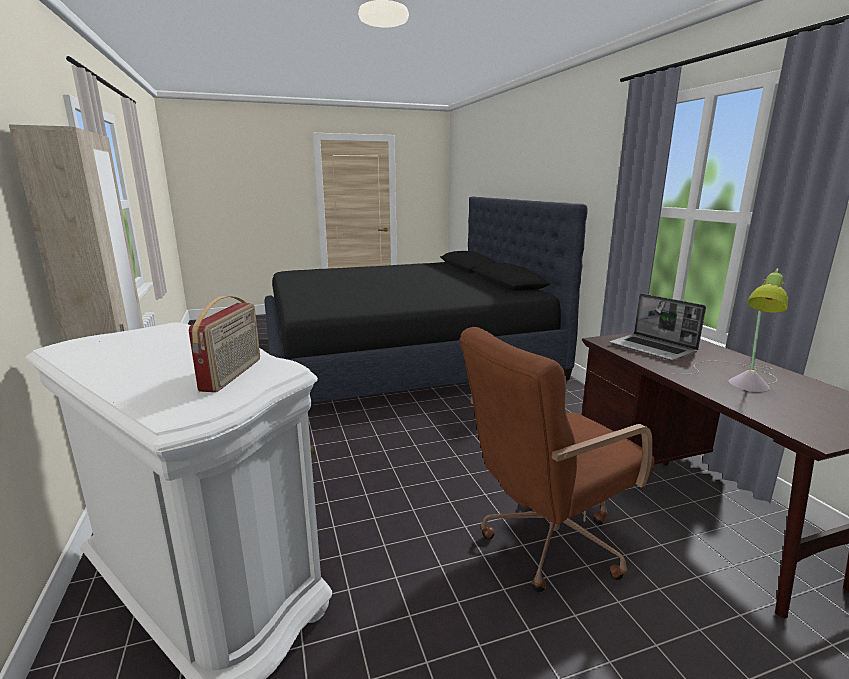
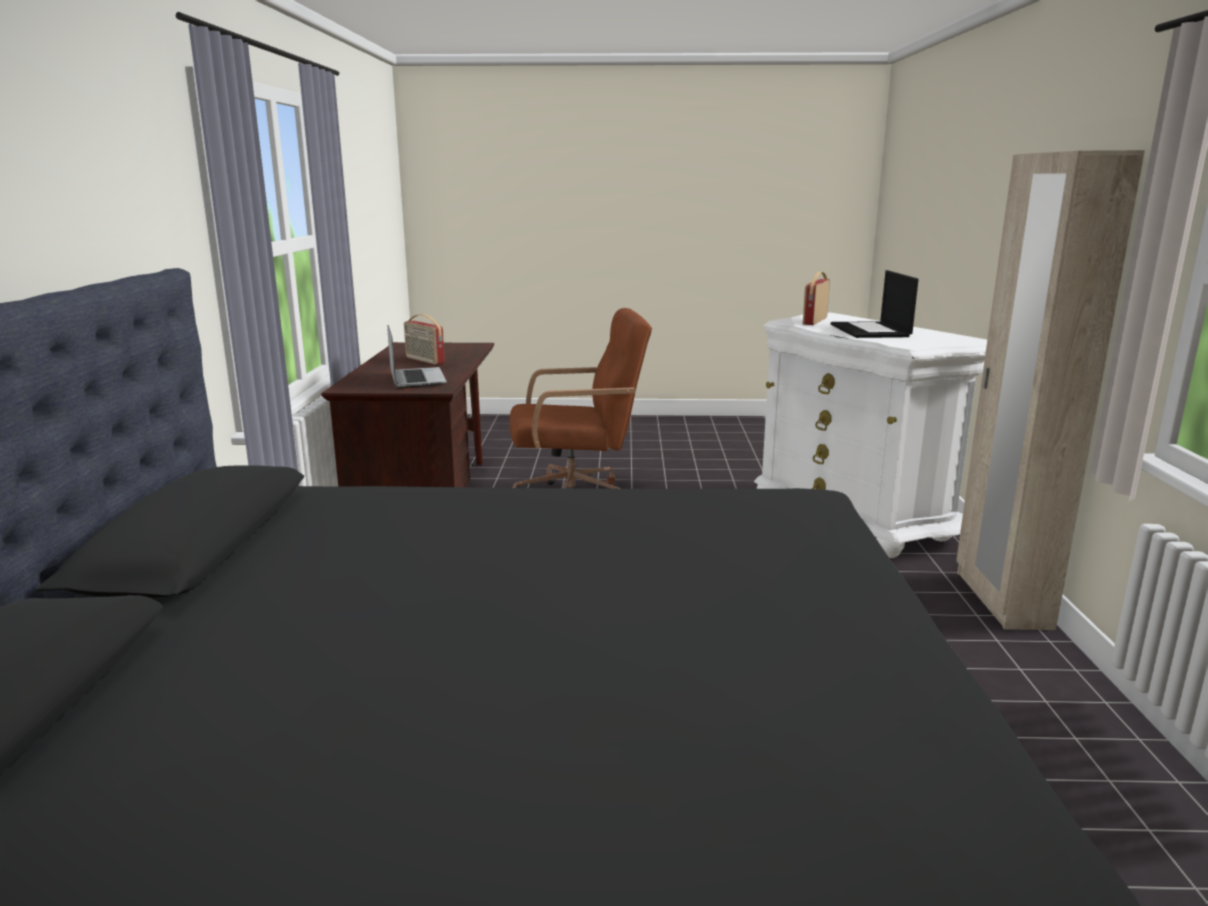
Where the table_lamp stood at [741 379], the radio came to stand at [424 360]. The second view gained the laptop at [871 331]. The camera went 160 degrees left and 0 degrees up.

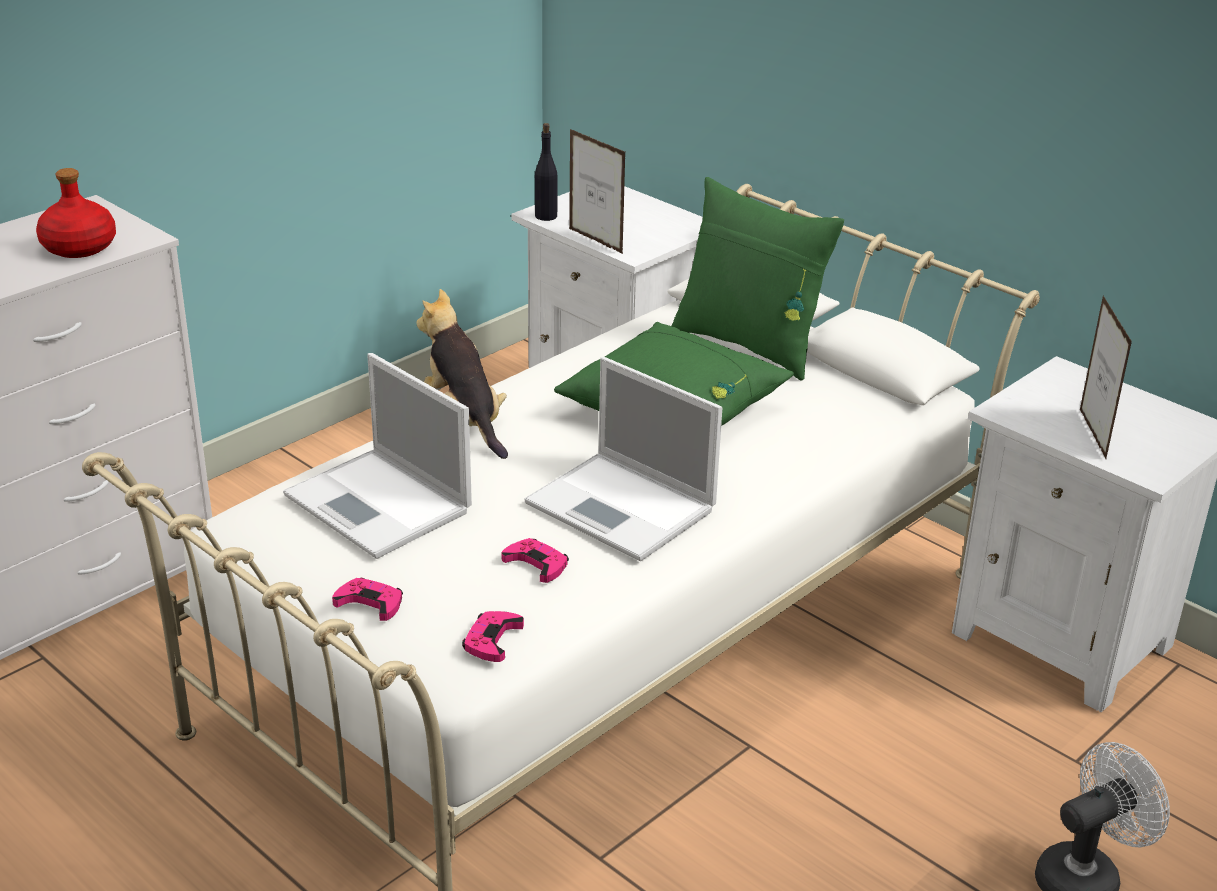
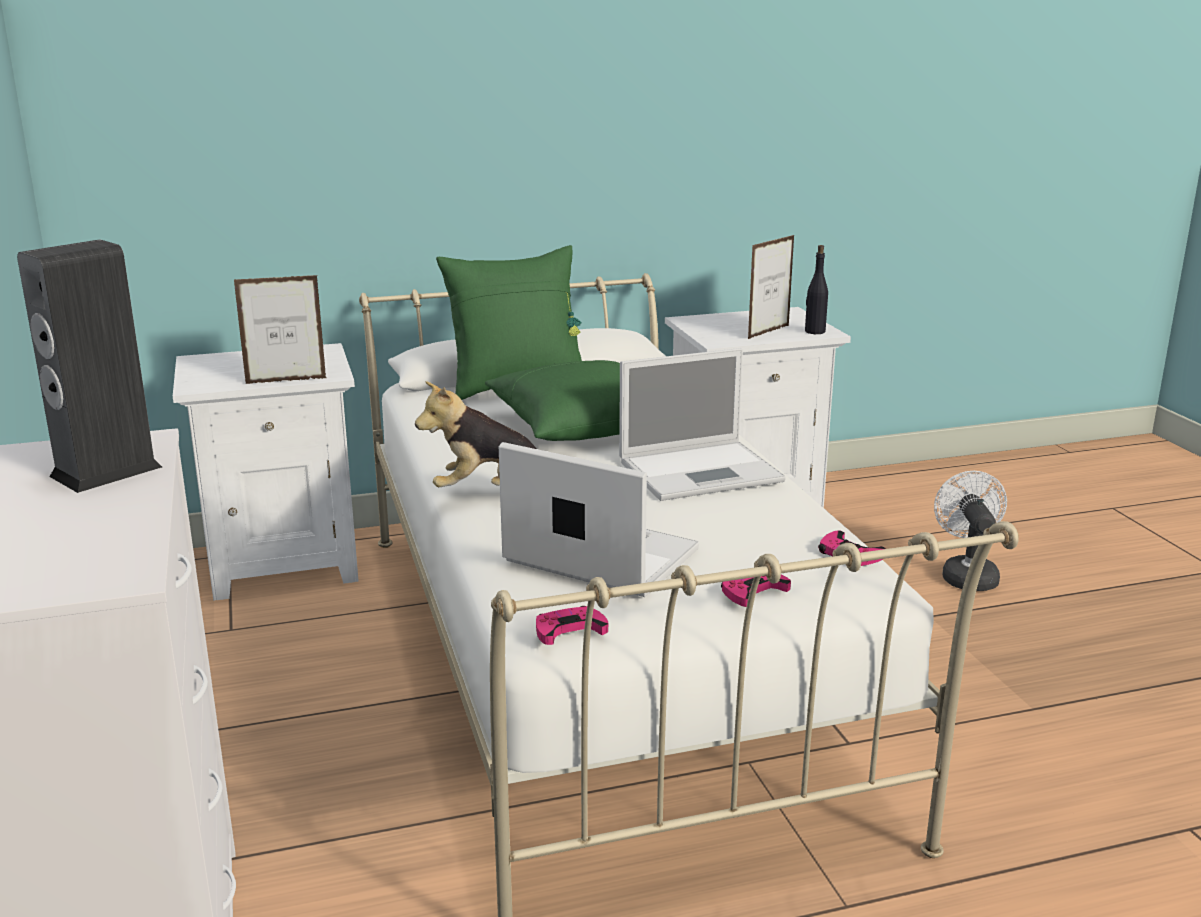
Where the red_bottle stood at [79 247], the speaker came to stand at [106 471]. The laptop at [380 504] ended up facing another way, 135 degrees counterclockwise from before. The pink_game_controller ended up elsewhere, having gone from [536 564] to [569 630]. The picture_frame at [1092 434] ended up facing another way, 75 degrees counterclockwise from before. The black_bottle ended up elsewhere, having gone from [546 216] to [814 331]. The camera went 60 degrees left and 10 degrees down.

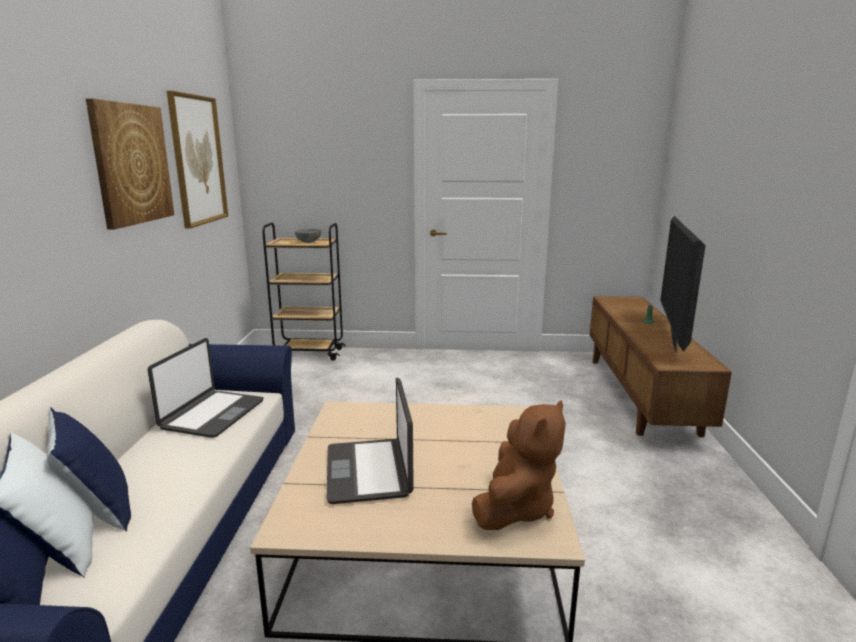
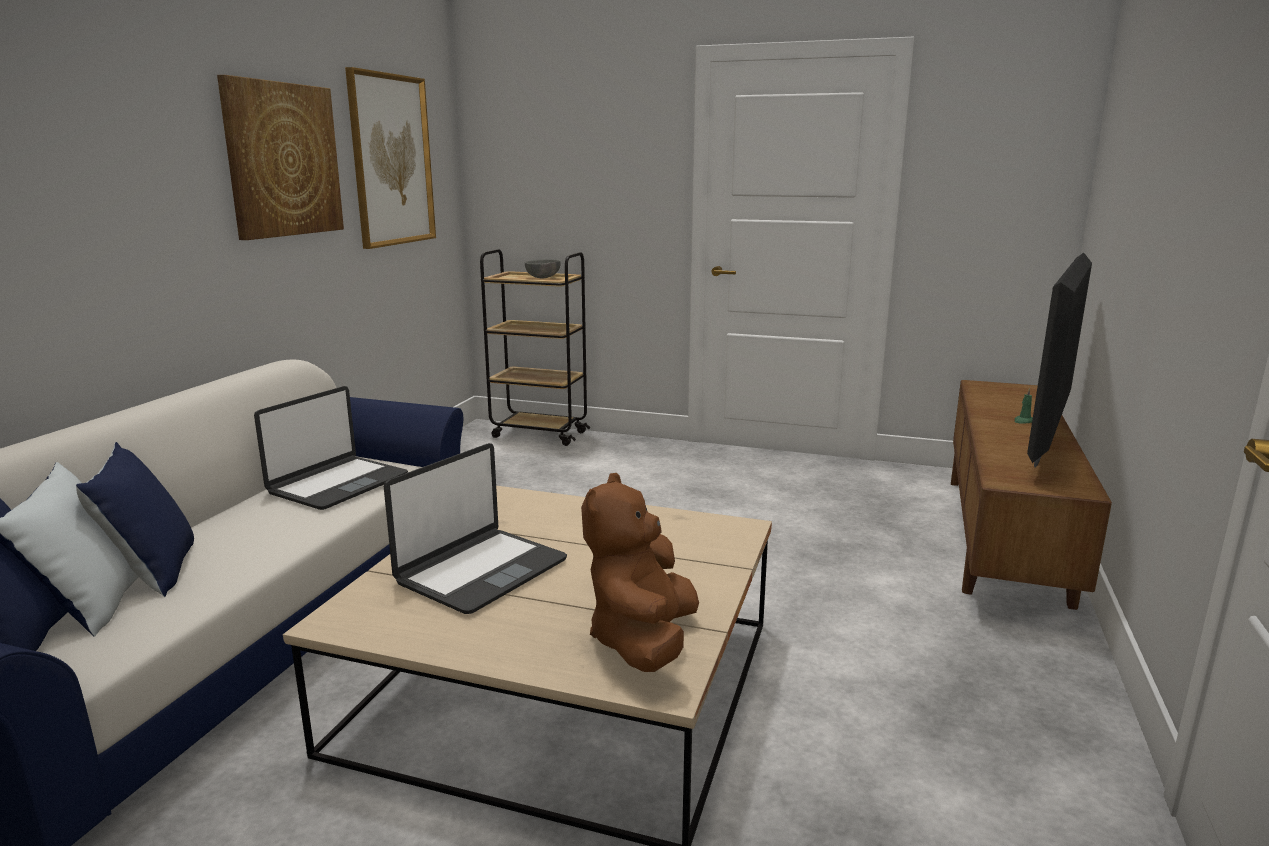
The laptop at [369 471] ended up facing another way, 150 degrees counterclockwise from before. The brown_plush_toy at [516 508] ended up facing another way, 150 degrees clockwise from before. The camera went 15 degrees right and 0 degrees up.

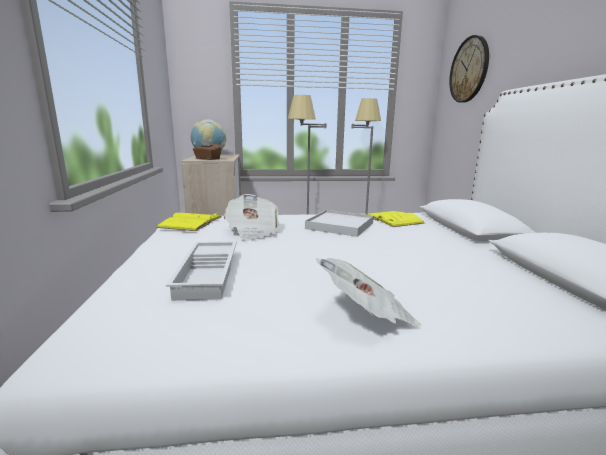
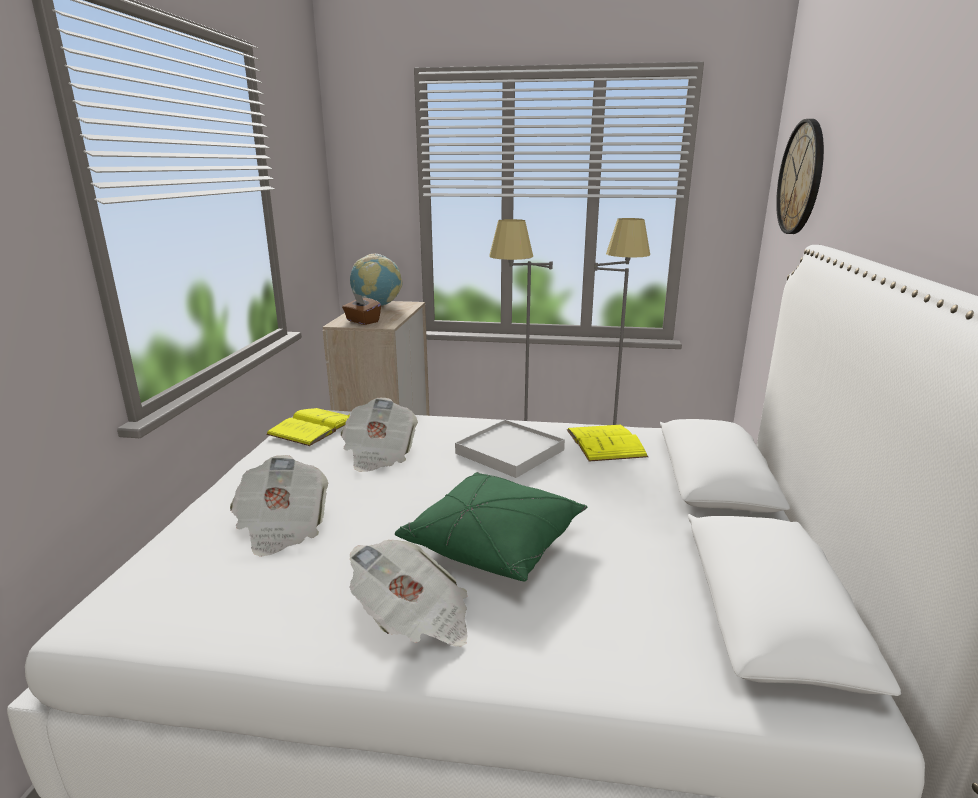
Where the white_tray stood at [209 274], the newspaper came to stand at [282 527]. The second view gained the green_pillow at [494 543]. The camera went 15 degrees right and 5 degrees up.

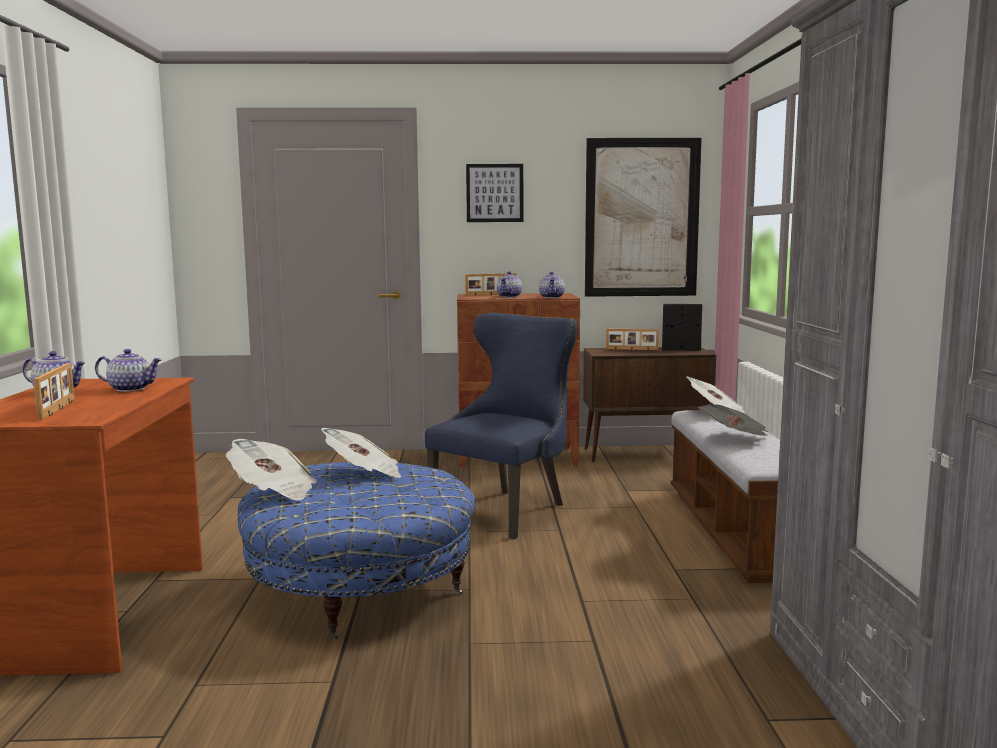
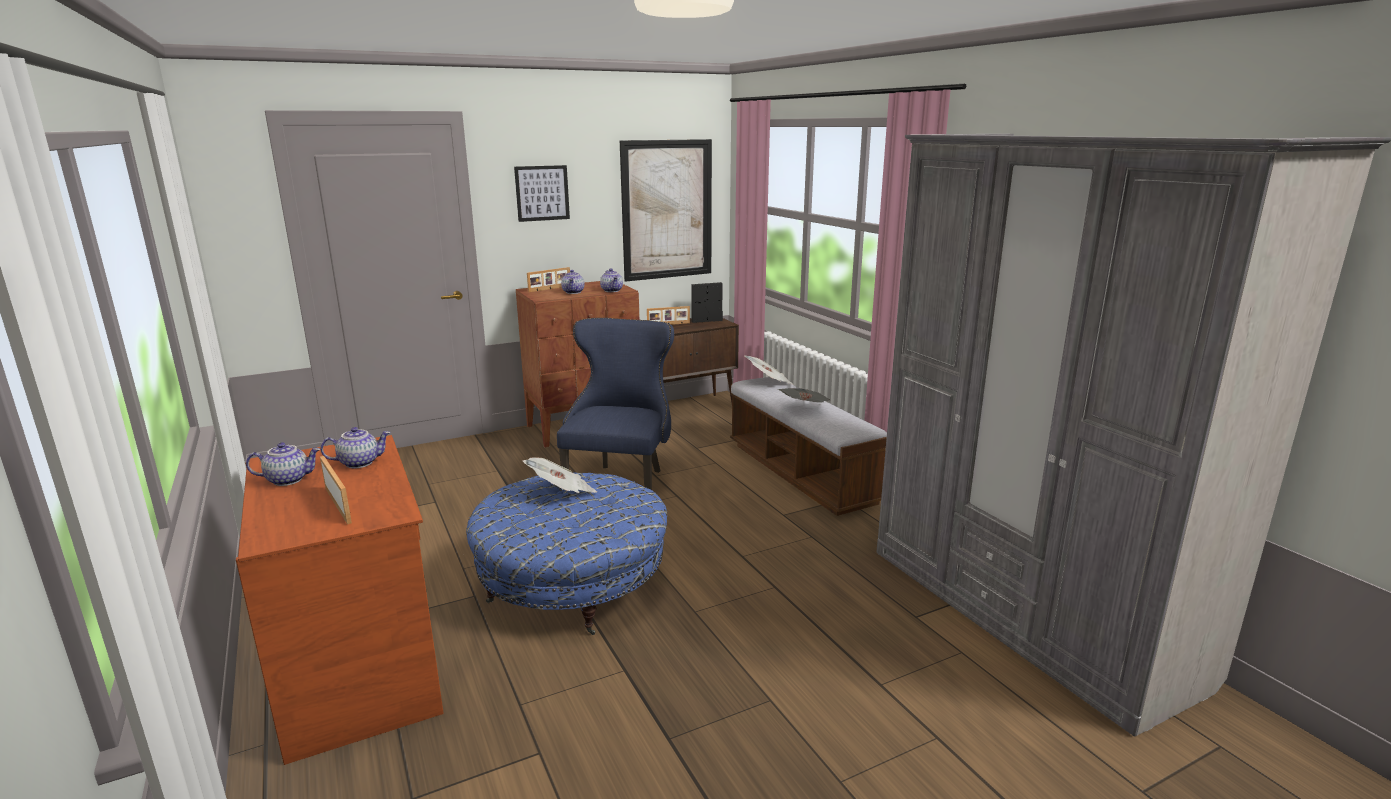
The second view lost the newspaper at [274 491]. The camera went 25 degrees left and 10 degrees up.

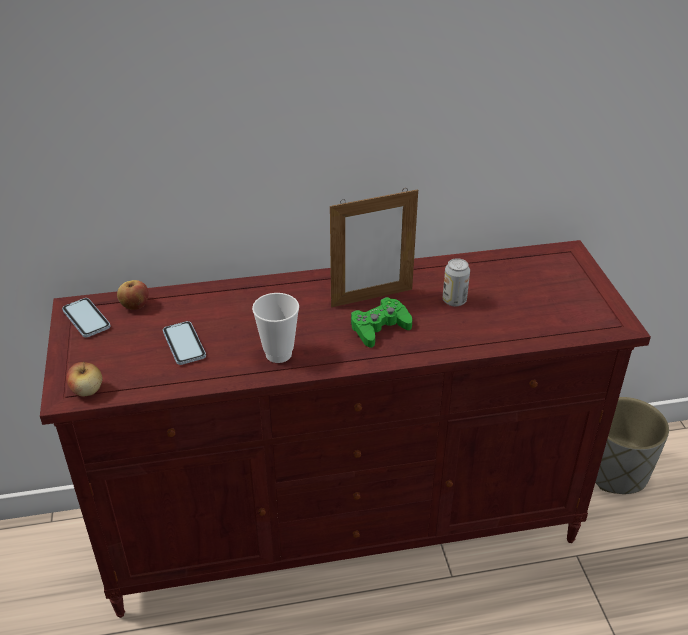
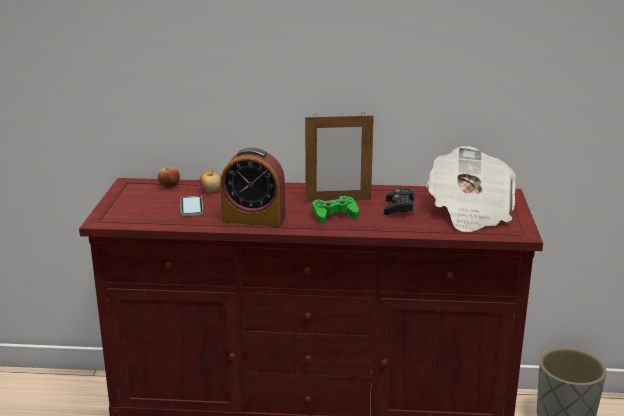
The apple ended up elsewhere, having gone from [87 390] to [211 191]. Where the cup stood at [278 354], the alarm_clock came to stand at [253 219]. Where the can stood at [454 300], the black_game_controller came to stand at [399 208]. The second view gained the newspaper at [470 212]. The second view lost the phone at [86 319]. The camera went 15 degrees right and 15 degrees down.

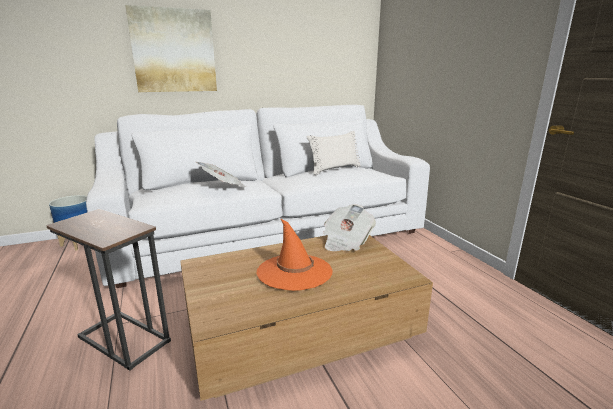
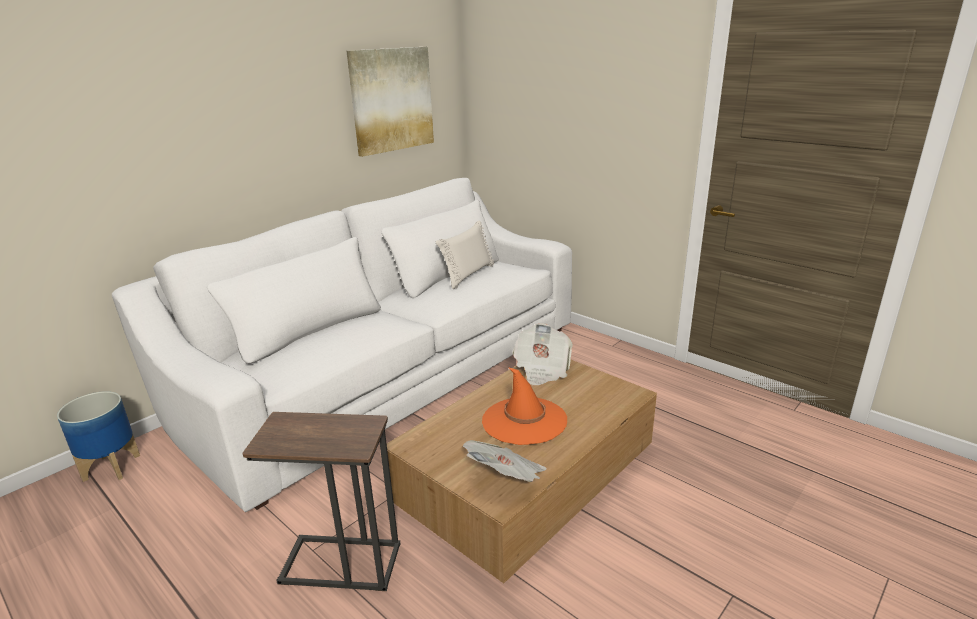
The picture ended up elsewhere, having gone from [174 51] to [391 100]. The newspaper ended up elsewhere, having gone from [223 186] to [506 478]. The camera went 25 degrees left and 5 degrees up.

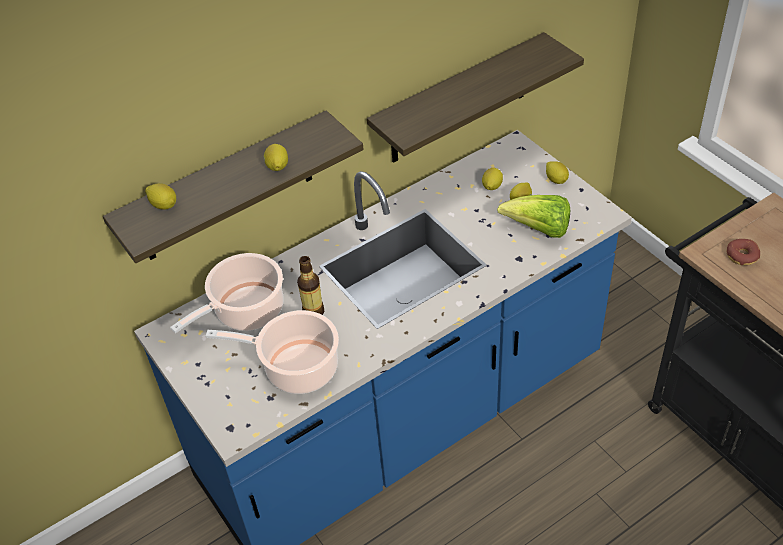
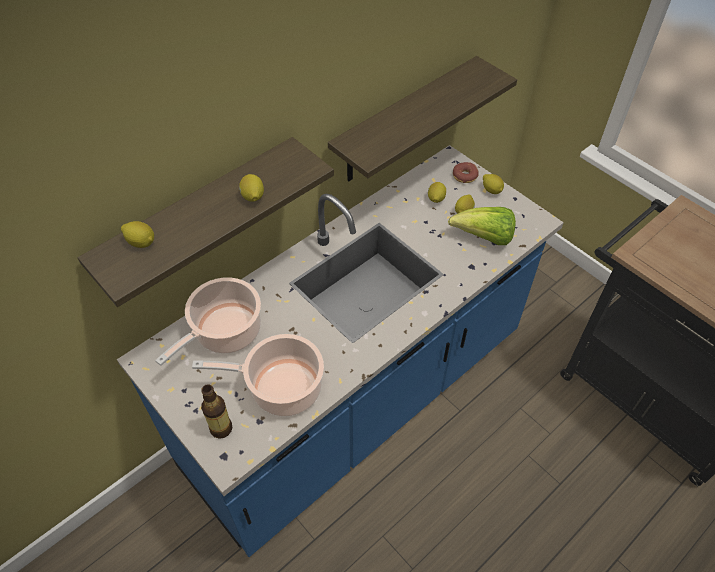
The bottle ended up elsewhere, having gone from [313 312] to [221 428]. The donut ended up elsewhere, having gone from [742 256] to [465 176]. The camera went 10 degrees left and 5 degrees up.

